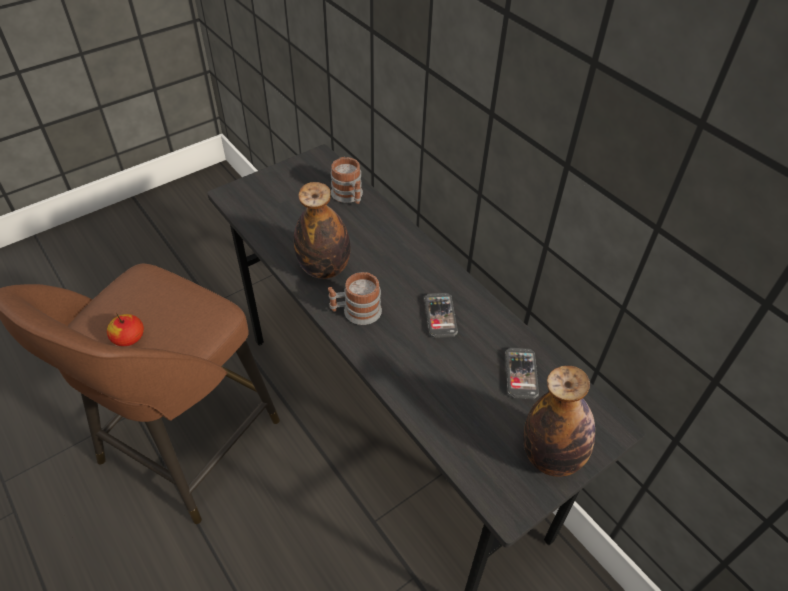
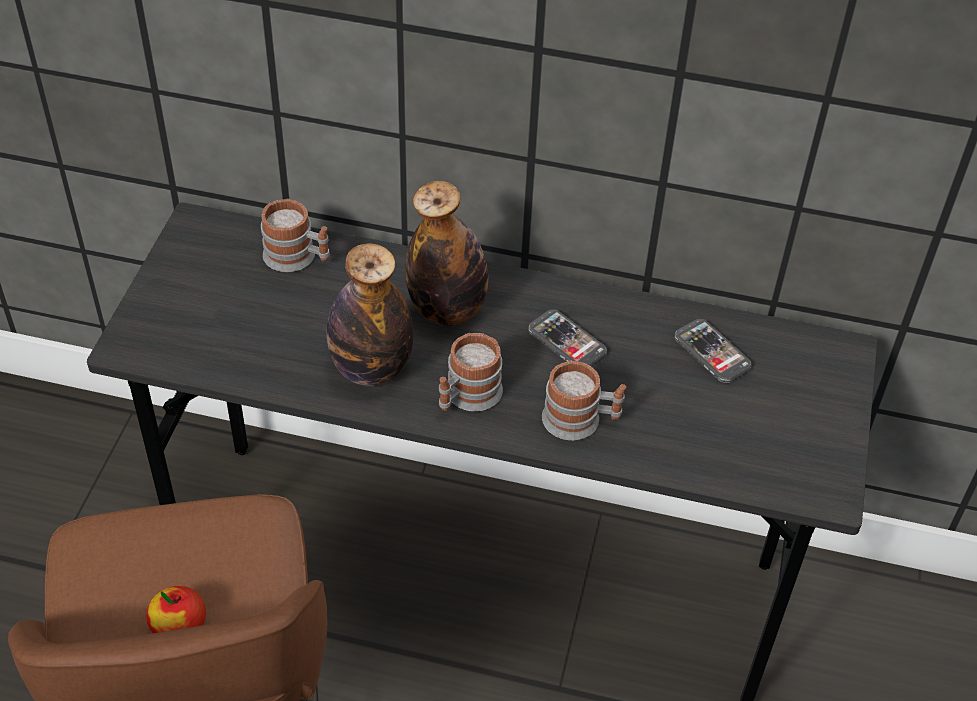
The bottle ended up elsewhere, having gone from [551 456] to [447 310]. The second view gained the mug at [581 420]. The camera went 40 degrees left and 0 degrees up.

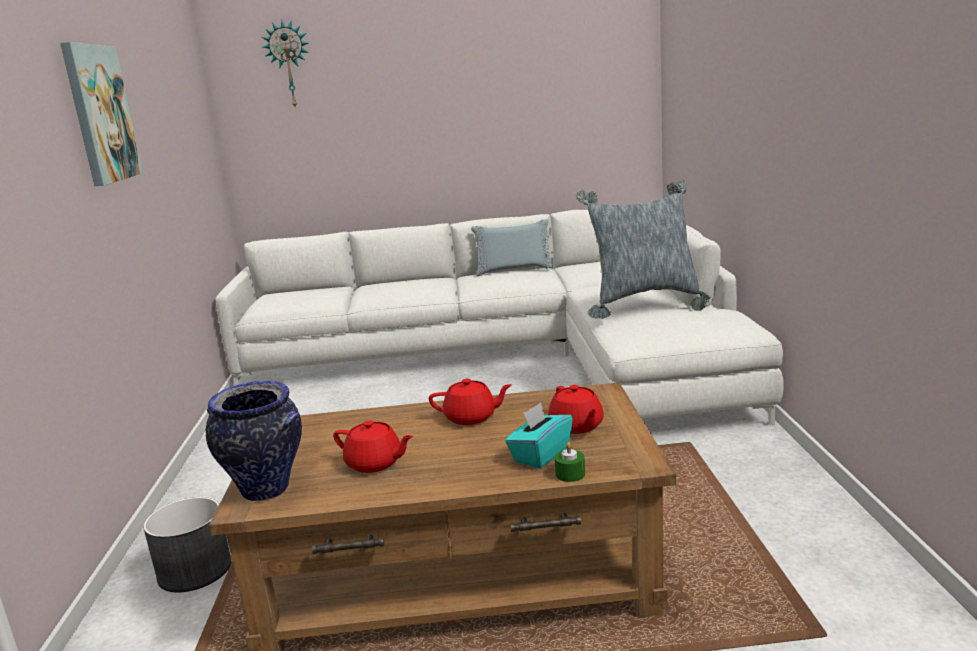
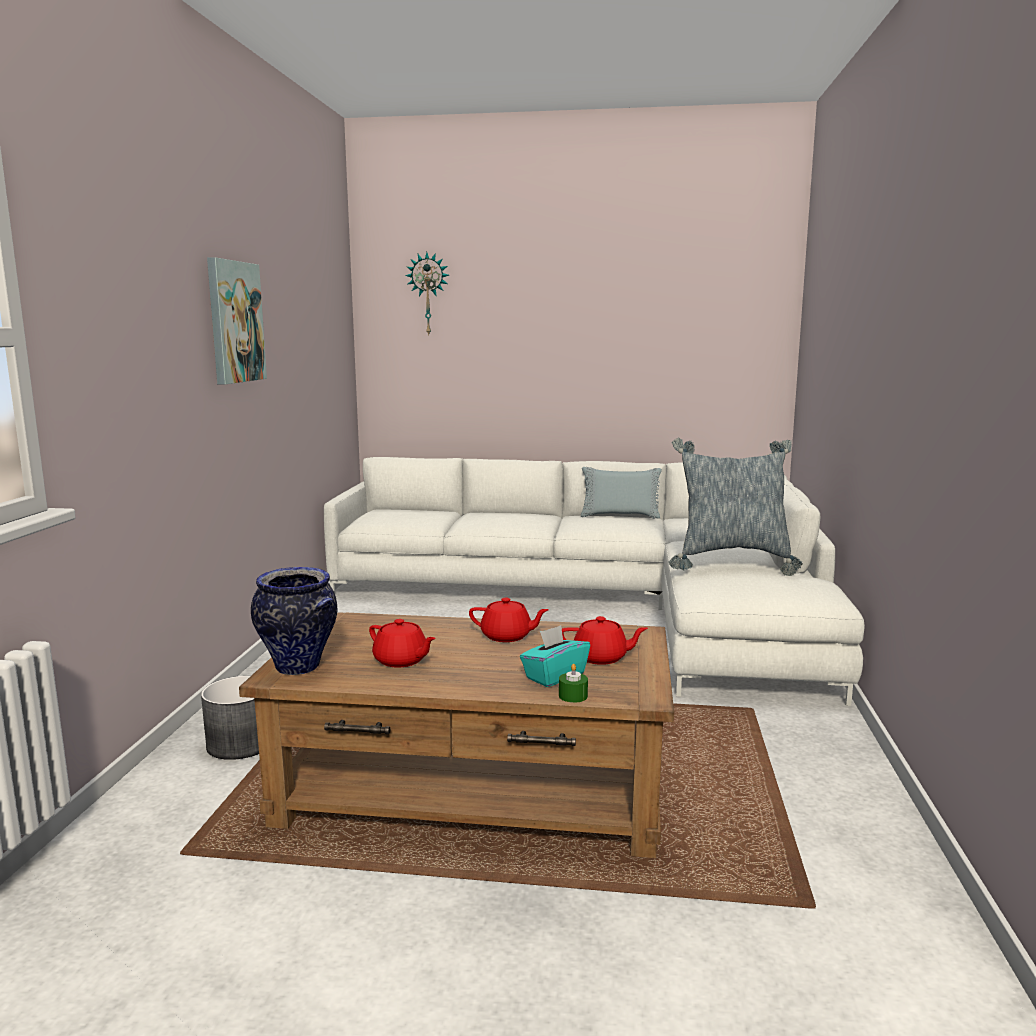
The red_teapot at [576 426] ended up facing another way, 75 degrees counterclockwise from before. The camera went 10 degrees right and 5 degrees down.

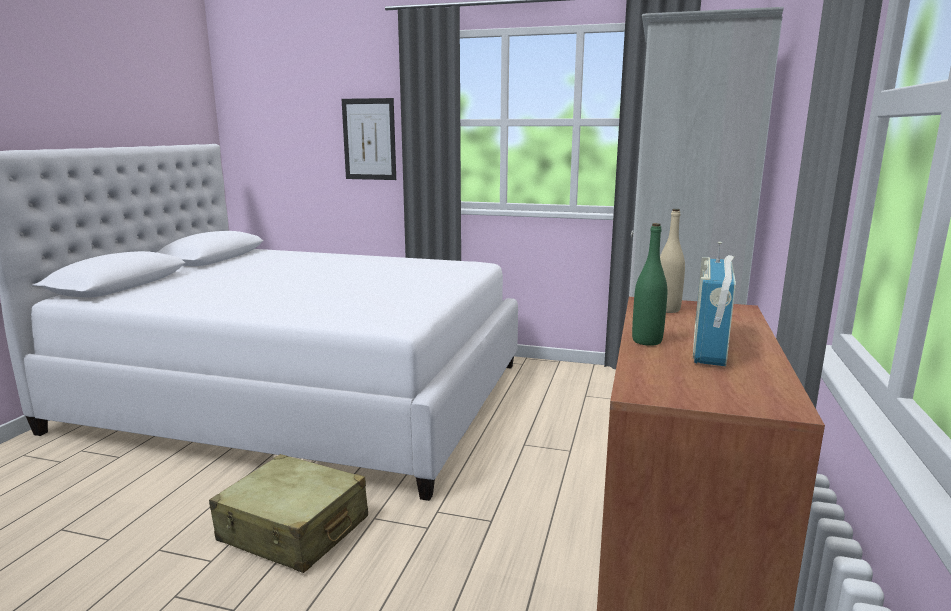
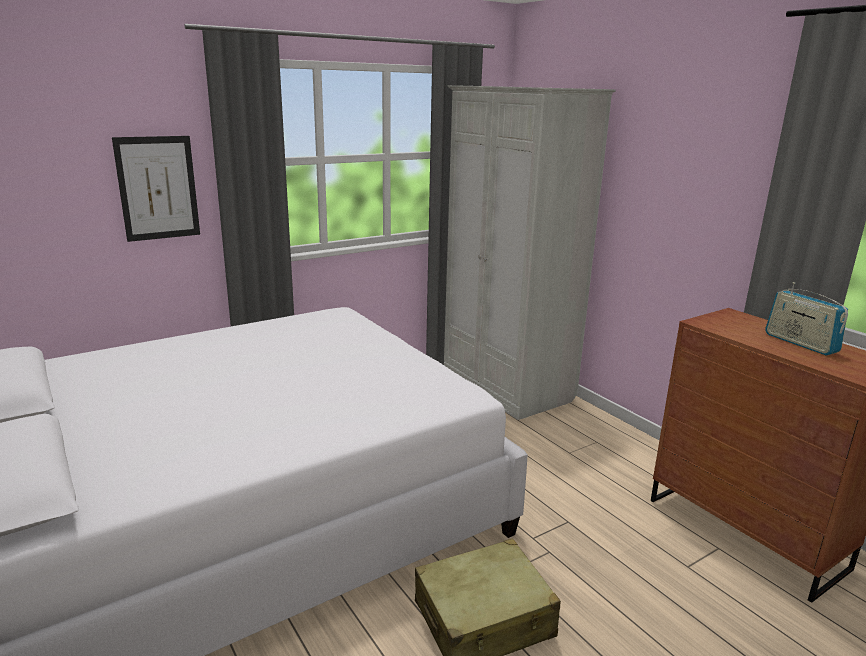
The second view lost the green_bottle at [647 341]. The second view lost the beige_bottle at [667 309]. The camera went 50 degrees left and 5 degrees up.

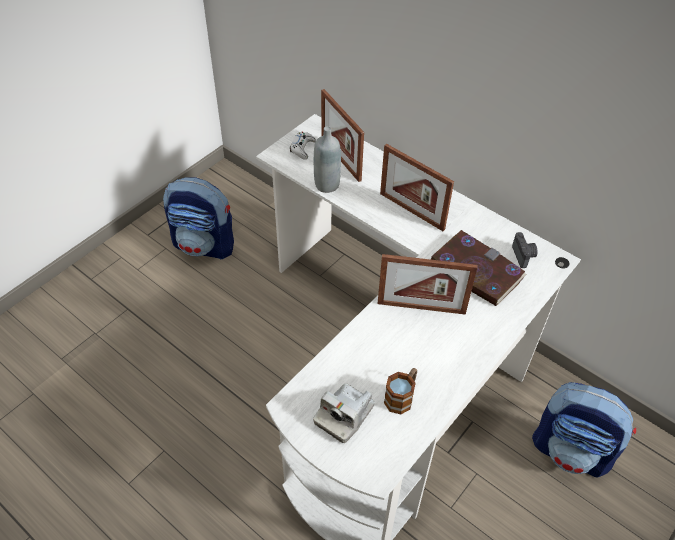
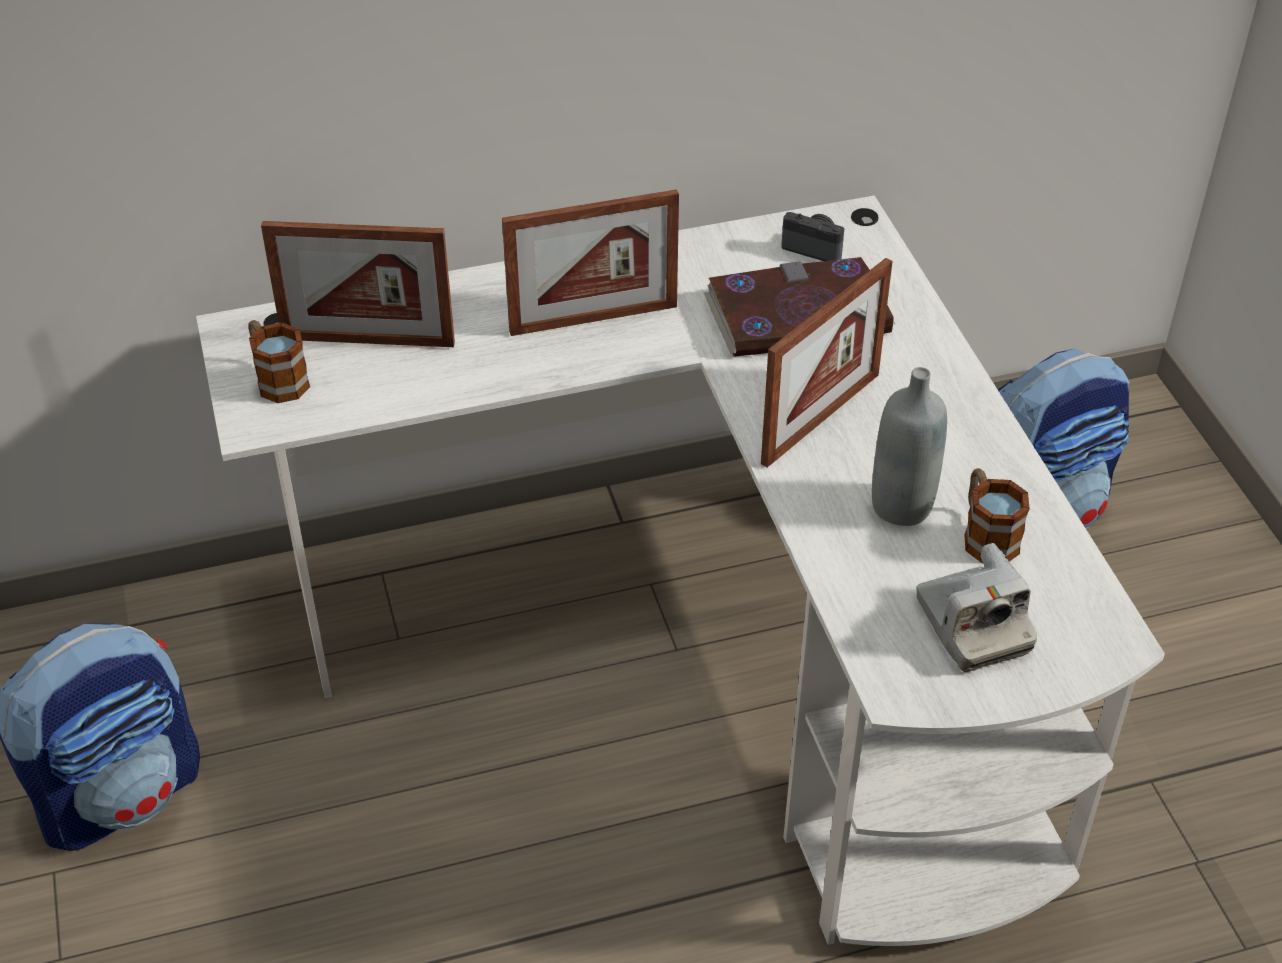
Where the white_game_controller stood at [302 148], the mug came to stand at [277 378]. The grey_bottle ended up elsewhere, having gone from [327 185] to [901 506]. The camera went 55 degrees left and 5 degrees down.

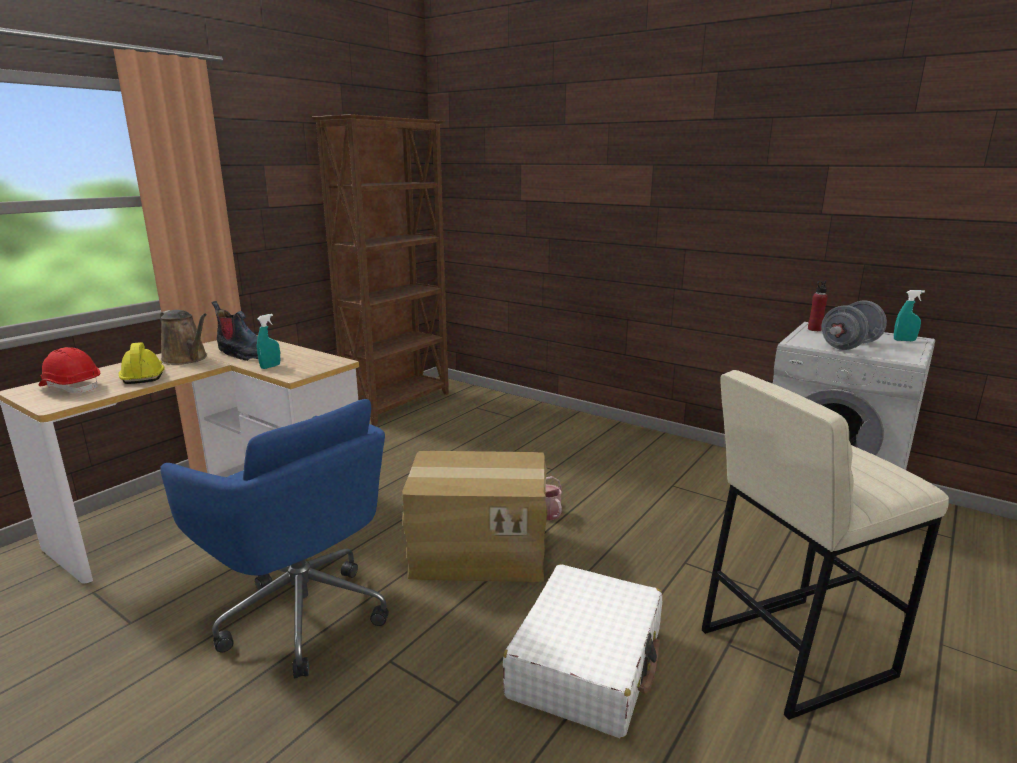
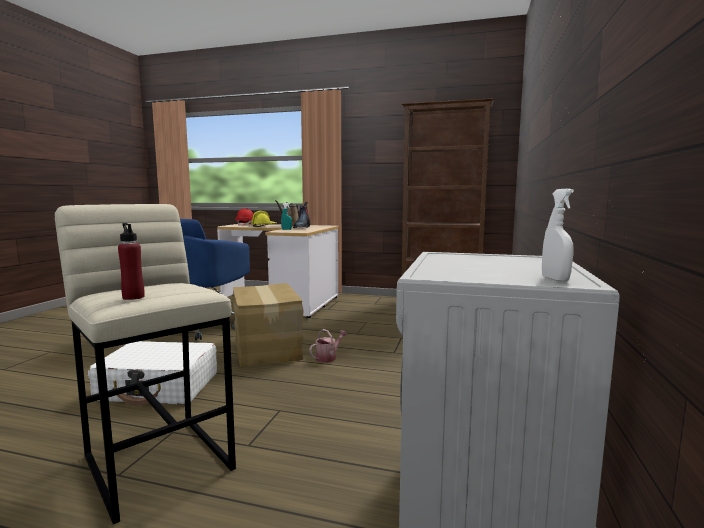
The red_bottle ended up elsewhere, having gone from [814 329] to [133 297]. What was the turquoise_spray_bottle at [904 340] turned into the white_spray_bottle at [555 279]. The second view lost the grey_dumbbell at [850 345]. The camera went 70 degrees right and 10 degrees down.

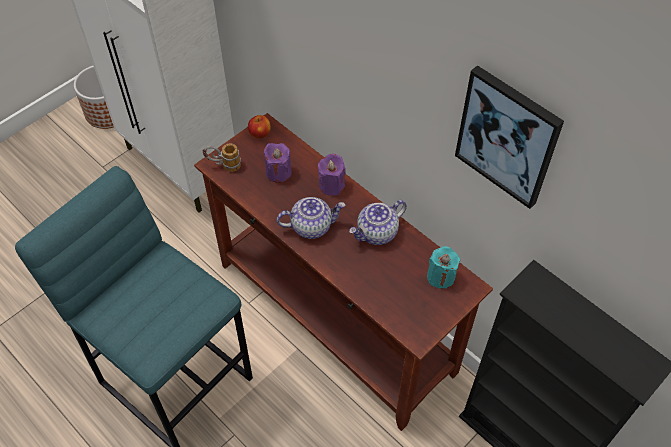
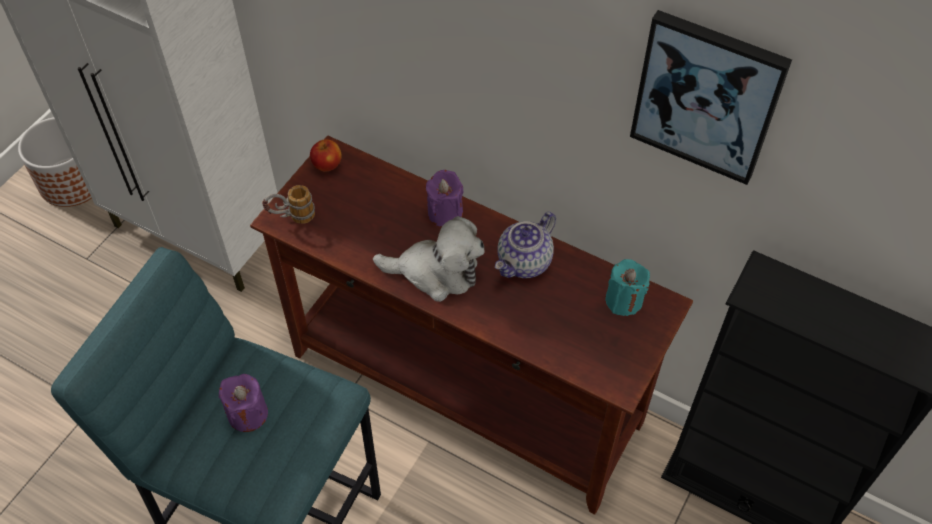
The purple_candle ended up elsewhere, having gone from [278 172] to [247 414]. Where the teapot stood at [311 226], the plush_toy came to stand at [436 272]. The camera went 15 degrees left and 0 degrees up.

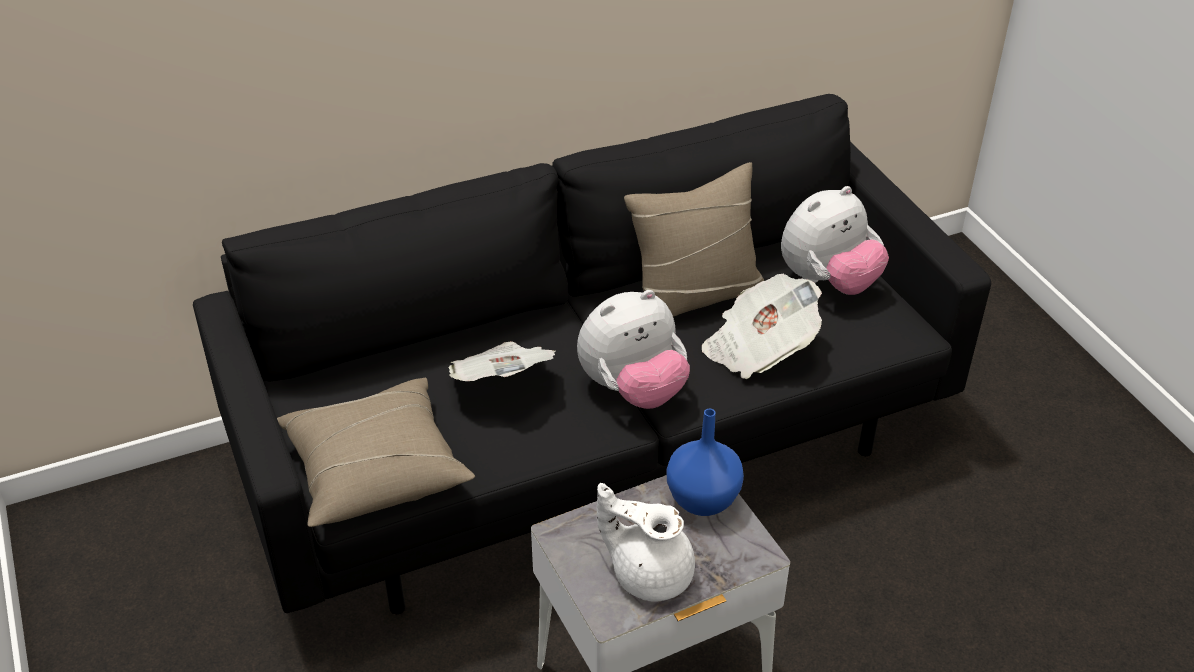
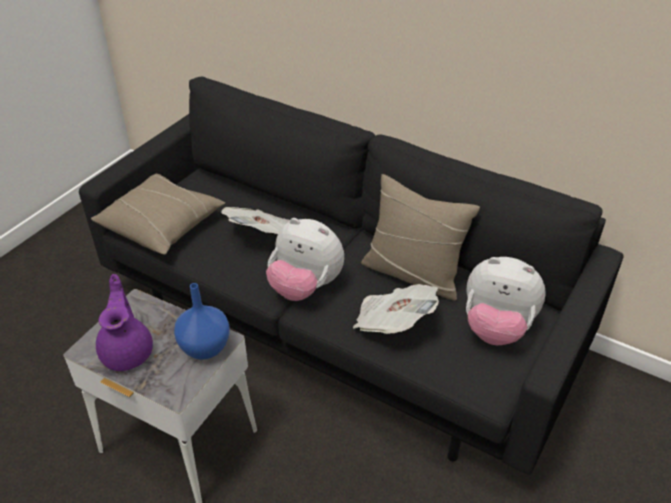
What was the white_teapot at [649 573] turned into the purple_teapot at [128 351]. The camera went 55 degrees right and 0 degrees up.

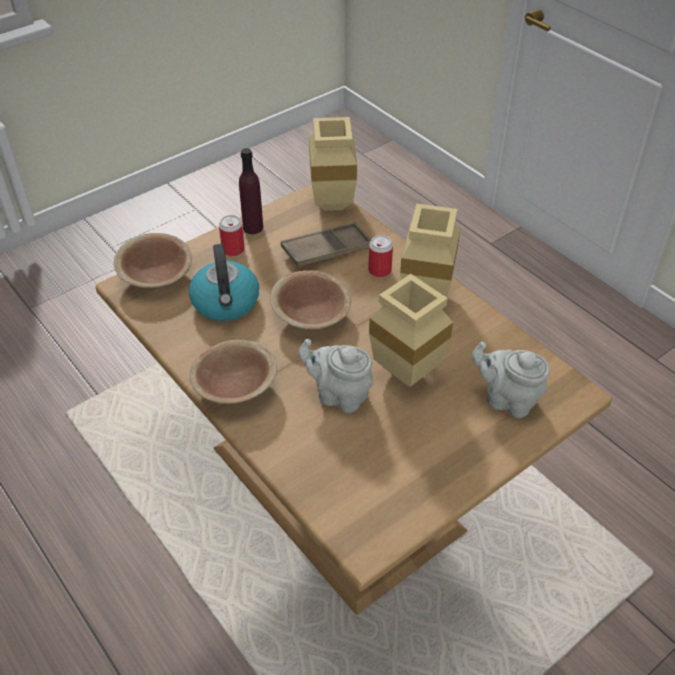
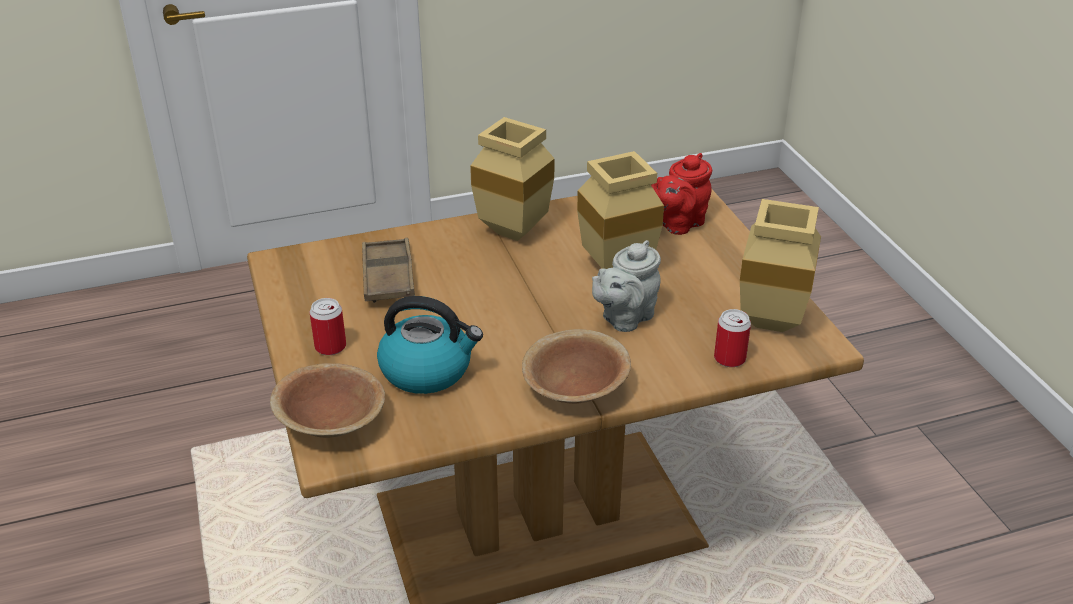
What was the grey_teapot at [507 400] turned into the red_teapot at [678 224]. The can ended up elsewhere, having gone from [379 270] to [729 358]. The beige_vase ended up elsewhere, having gone from [334 206] to [775 322]. The second view lost the purple_bottle at [253 227]. The second view lost the brown_bowl at [311 315]. The camera went 70 degrees left and 10 degrees down.

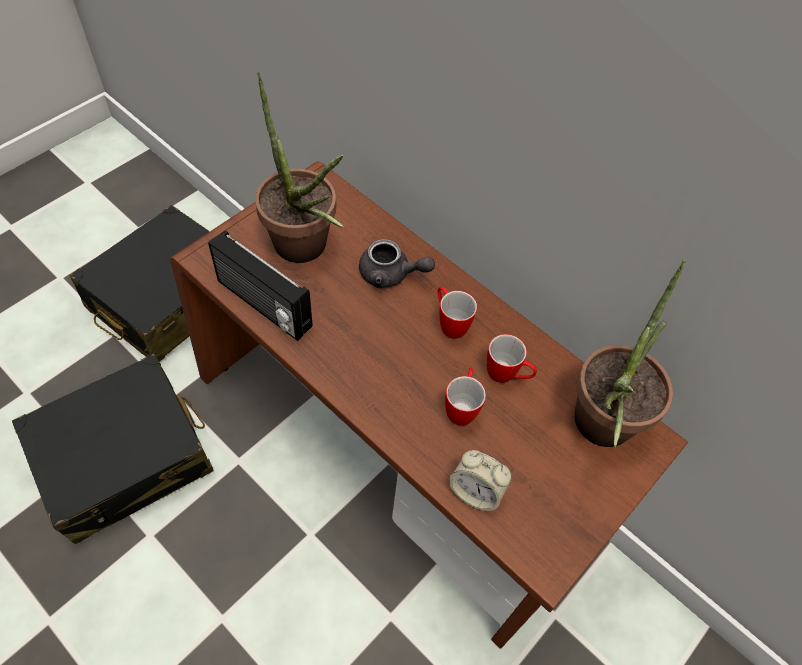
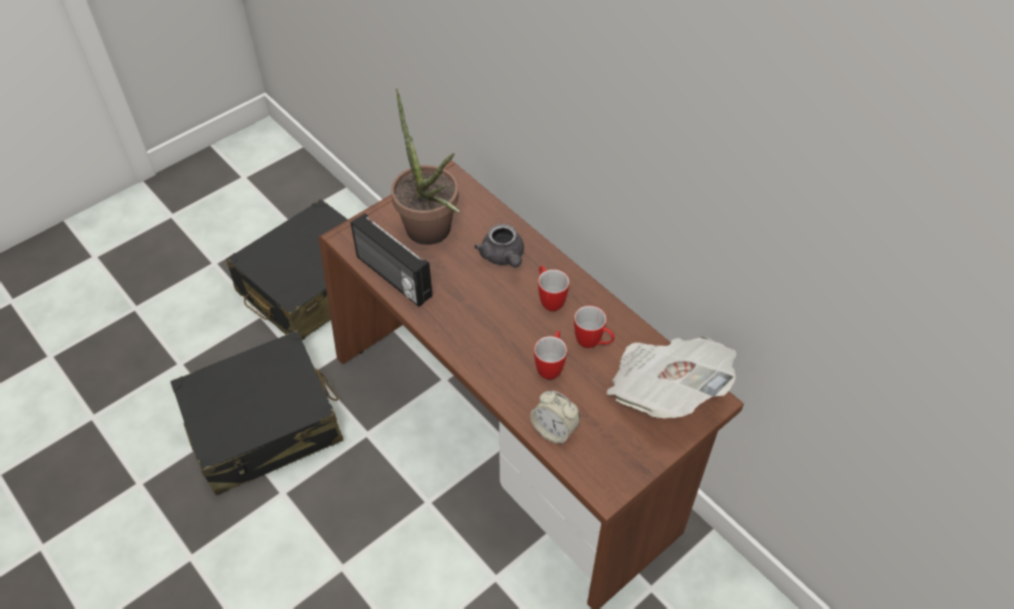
The grey_teapot at [391 275] ended up facing another way, 45 degrees clockwise from before. Where the potted_plant stood at [596 431], the newspaper came to stand at [664 390]. The camera went 10 degrees right and 5 degrees down.

